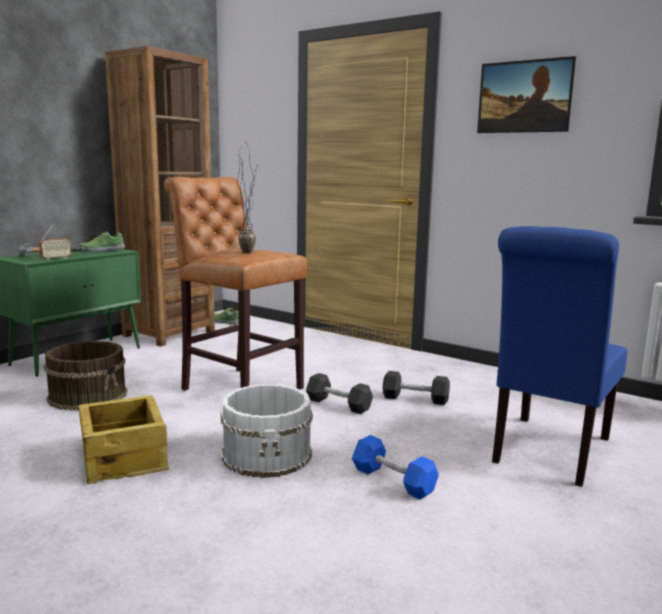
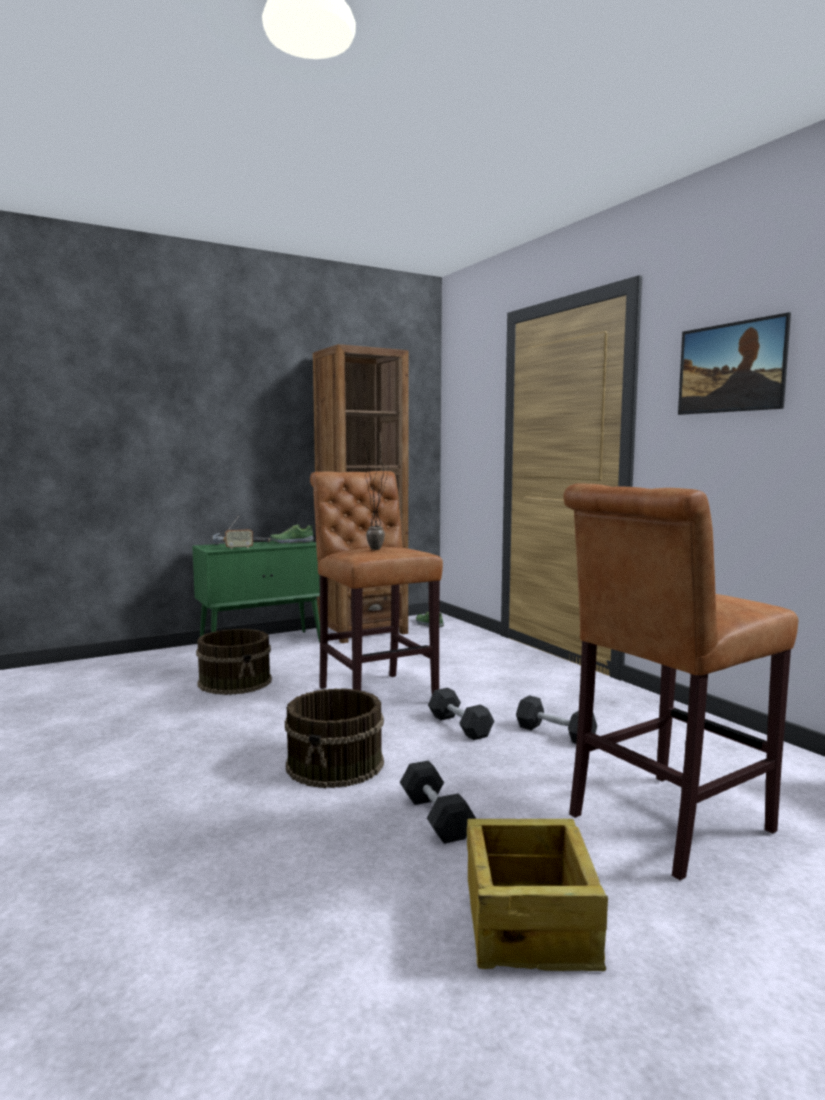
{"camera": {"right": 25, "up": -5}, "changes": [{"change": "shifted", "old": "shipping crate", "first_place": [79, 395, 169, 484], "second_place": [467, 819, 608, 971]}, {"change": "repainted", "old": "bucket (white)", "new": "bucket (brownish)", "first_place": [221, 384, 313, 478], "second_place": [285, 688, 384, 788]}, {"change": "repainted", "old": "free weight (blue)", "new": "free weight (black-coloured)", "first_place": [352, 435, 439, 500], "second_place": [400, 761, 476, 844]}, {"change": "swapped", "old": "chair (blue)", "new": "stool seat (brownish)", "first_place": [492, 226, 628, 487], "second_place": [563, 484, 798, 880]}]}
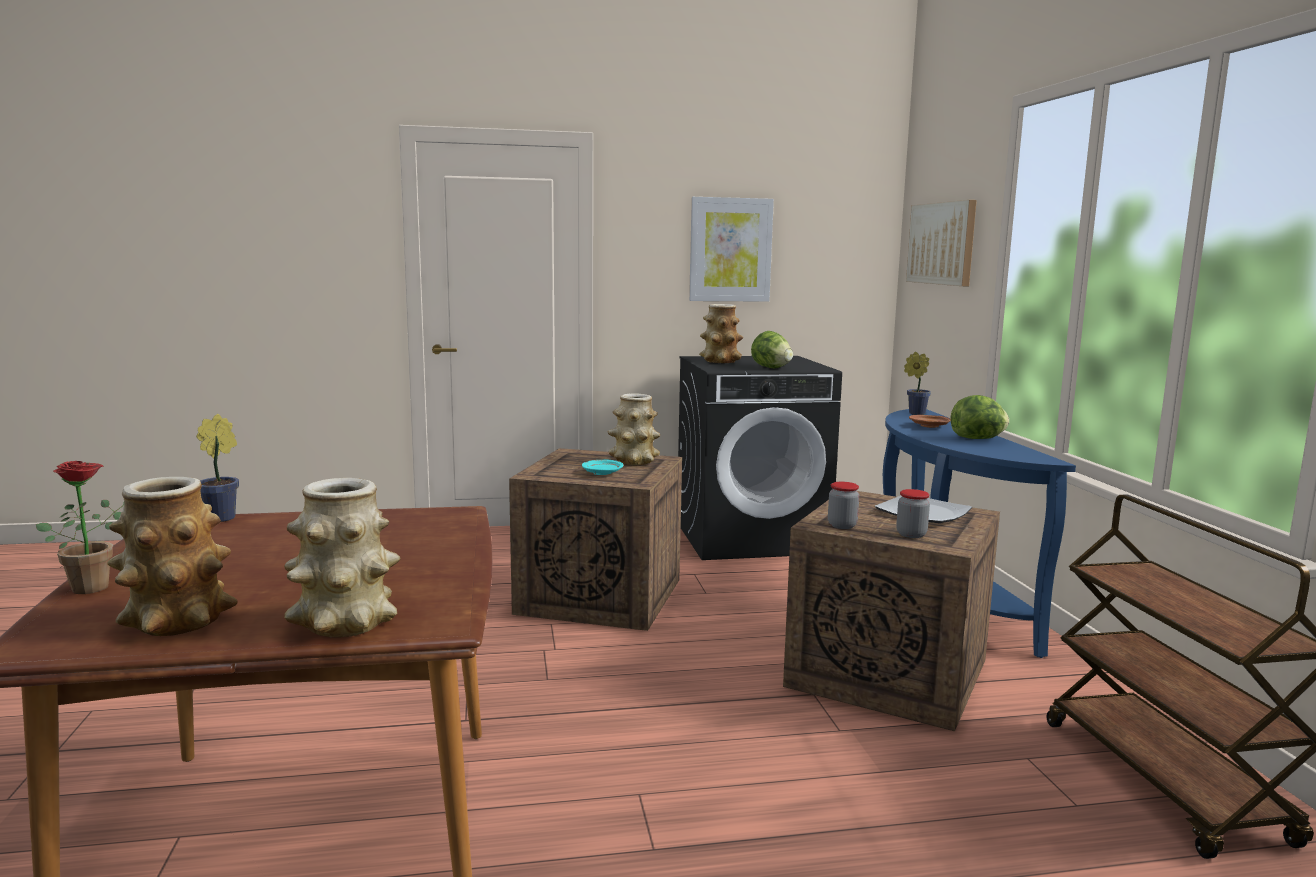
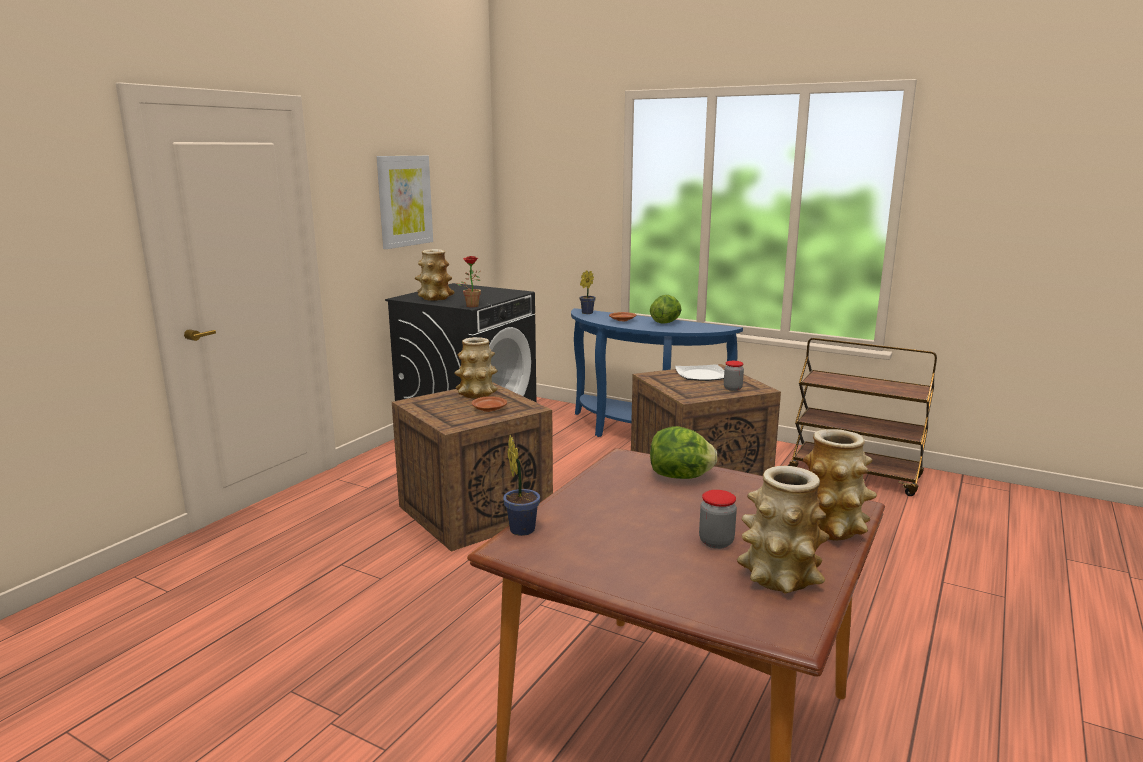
{"camera": {"right": -50, "up": 5}, "changes": [{"change": "shifted", "old": "houseplant", "first_place": [36, 461, 124, 594], "second_place": [456, 256, 481, 307]}, {"change": "repainted", "old": "plate (turquoise-coloured)", "new": "plate (brownish)", "first_place": [582, 460, 623, 475], "second_place": [472, 396, 507, 412]}, {"change": "shifted", "old": "lettuce head", "first_place": [751, 331, 793, 368], "second_place": [650, 426, 717, 479]}, {"change": "shifted", "old": "jar", "first_place": [828, 482, 859, 529], "second_place": [699, 490, 737, 549]}, {"change": "gone", "old": "wall art", "first_place": [906, 200, 977, 286]}]}
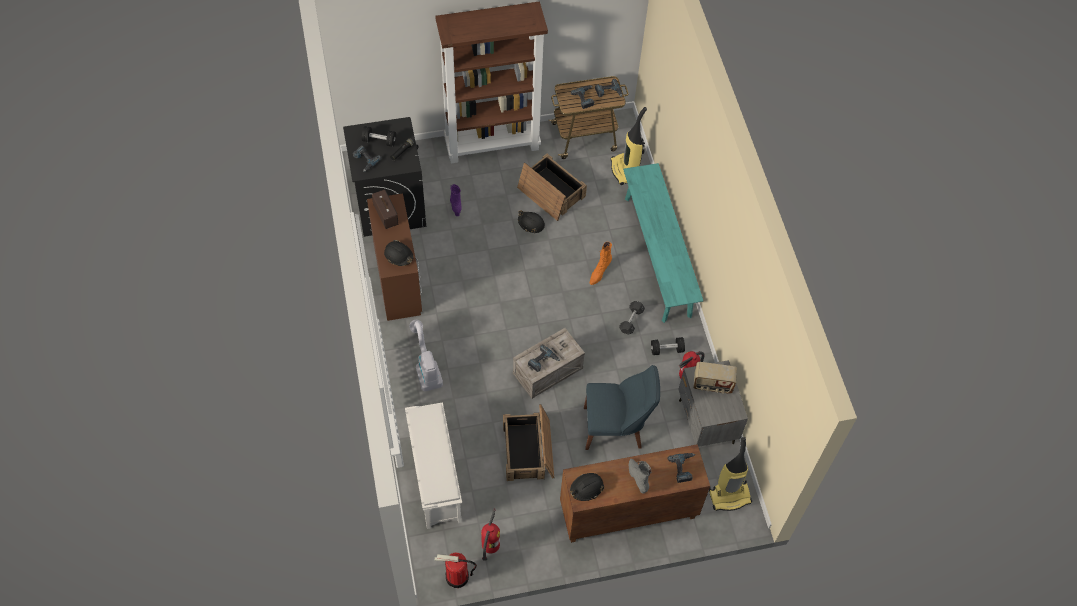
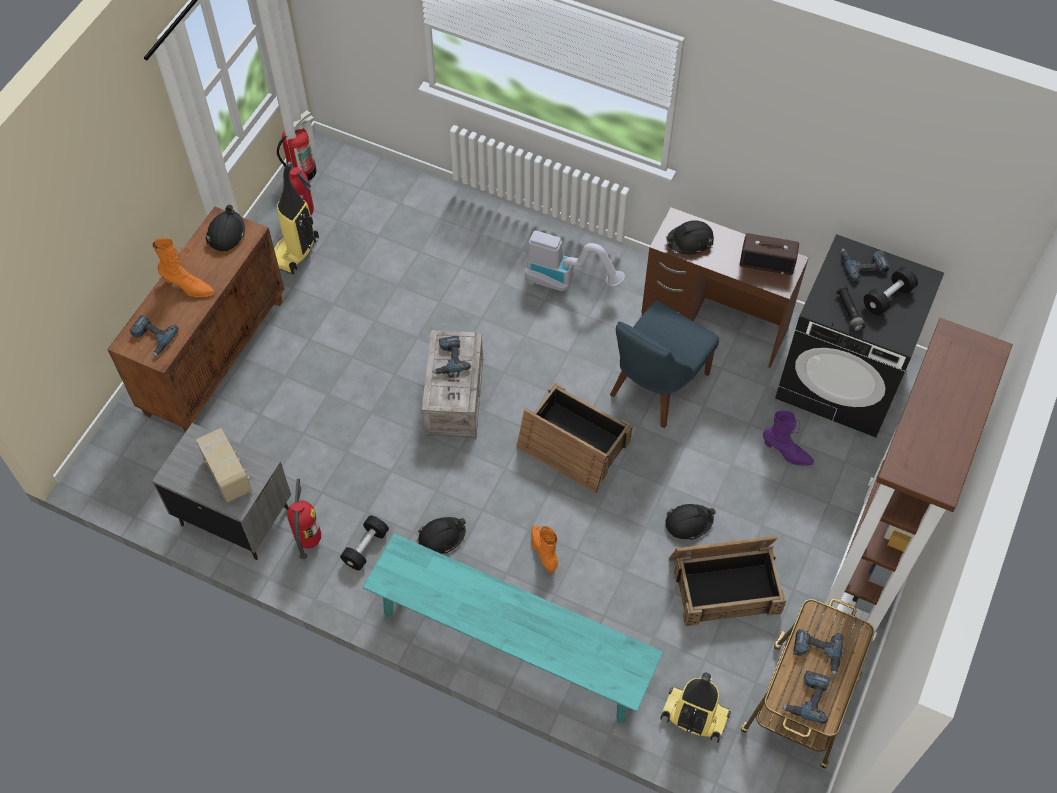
{"camera": {"right": 130, "up": 0}, "changes": [{"change": "gone", "old": "shoe stand (white)", "first_place": [405, 402, 462, 529]}, {"change": "shifted", "old": "shipping crate", "first_place": [503, 404, 554, 481], "second_place": [517, 382, 633, 493]}, {"change": "shifted", "old": "chair (blue)", "first_place": [584, 365, 660, 450], "second_place": [610, 300, 719, 428]}, {"change": "swapped", "old": "free weight (grey)", "new": "hard hat (black-coloured)", "first_place": [619, 301, 645, 335], "second_place": [418, 517, 466, 554]}, {"change": "repainted", "old": "boot (grey)", "new": "boot (orangey)", "first_place": [629, 459, 651, 493], "second_place": [152, 238, 214, 297]}, {"change": "rotated", "old": "radio set", "first_place": [693, 362, 737, 394], "second_place": [196, 427, 252, 503], "degrees": 105}, {"change": "shifted", "old": "vacuum cleaner", "first_place": [709, 437, 752, 511], "second_place": [274, 162, 319, 274]}]}
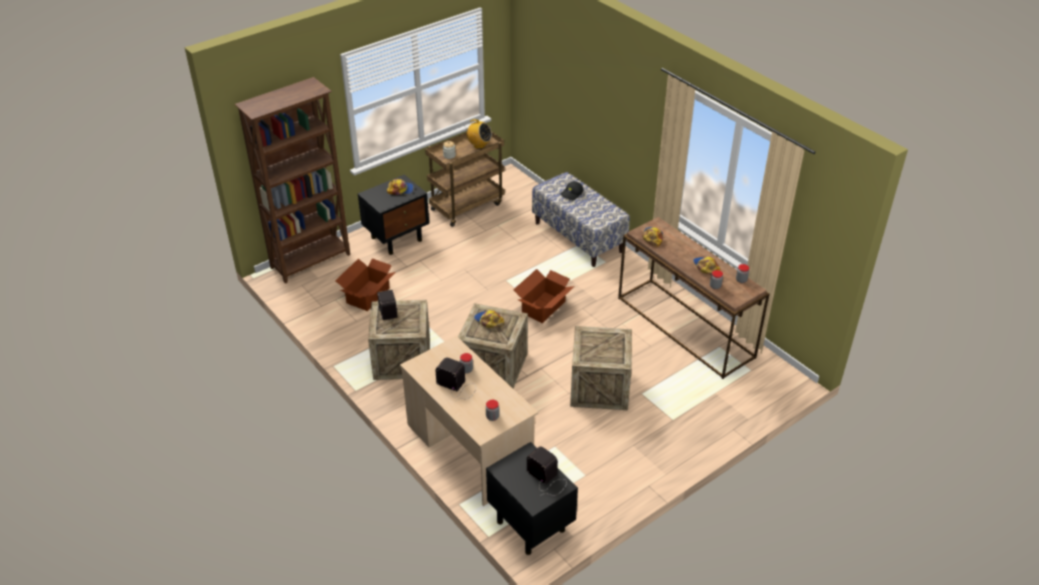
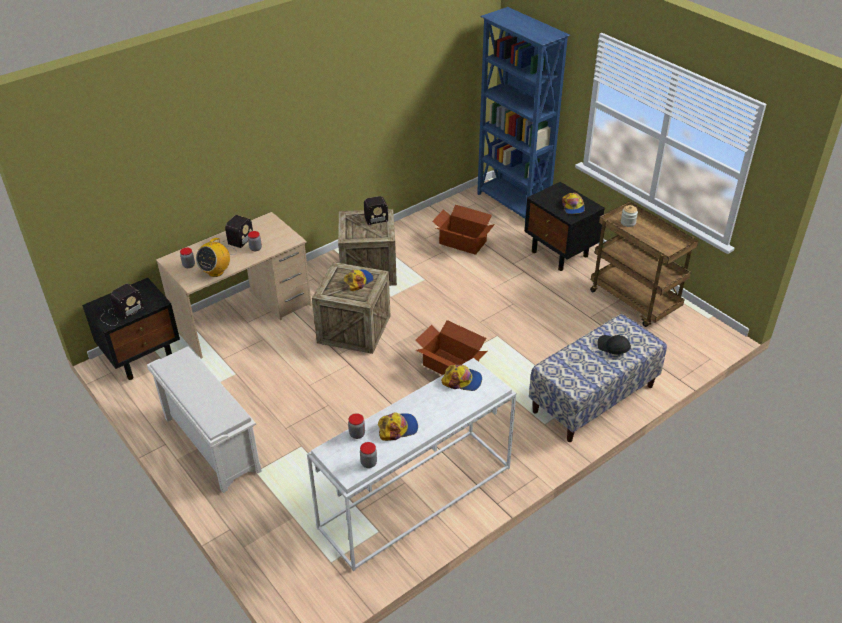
{"camera": {"right": 90, "up": 0}, "changes": [{"change": "repainted", "old": "bookshelf (brownish)", "new": "bookshelf (blue)", "first_place": [234, 77, 350, 284], "second_place": [477, 7, 570, 220]}, {"change": "shifted", "old": "radio set", "first_place": [465, 119, 492, 149], "second_place": [196, 238, 230, 277]}, {"change": "gone", "old": "shipping crate", "first_place": [570, 326, 632, 410]}, {"change": "repainted", "old": "narrow table (brownish)", "new": "narrow table (white)", "first_place": [618, 217, 770, 379], "second_place": [307, 358, 516, 571]}, {"change": "new", "new": "shoe stand (white)", "second_place": [147, 347, 262, 493]}]}
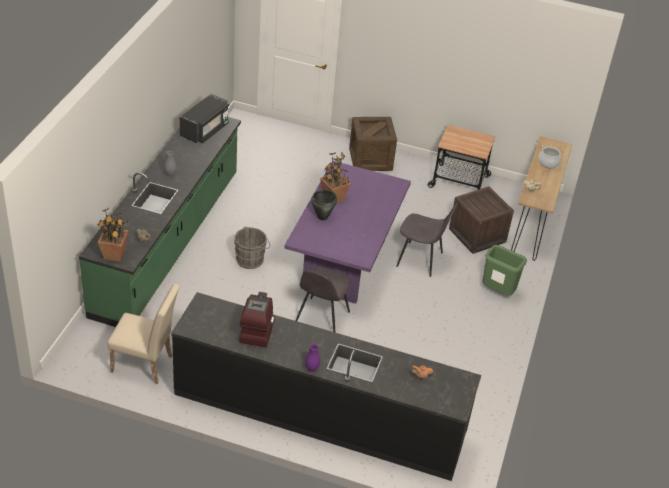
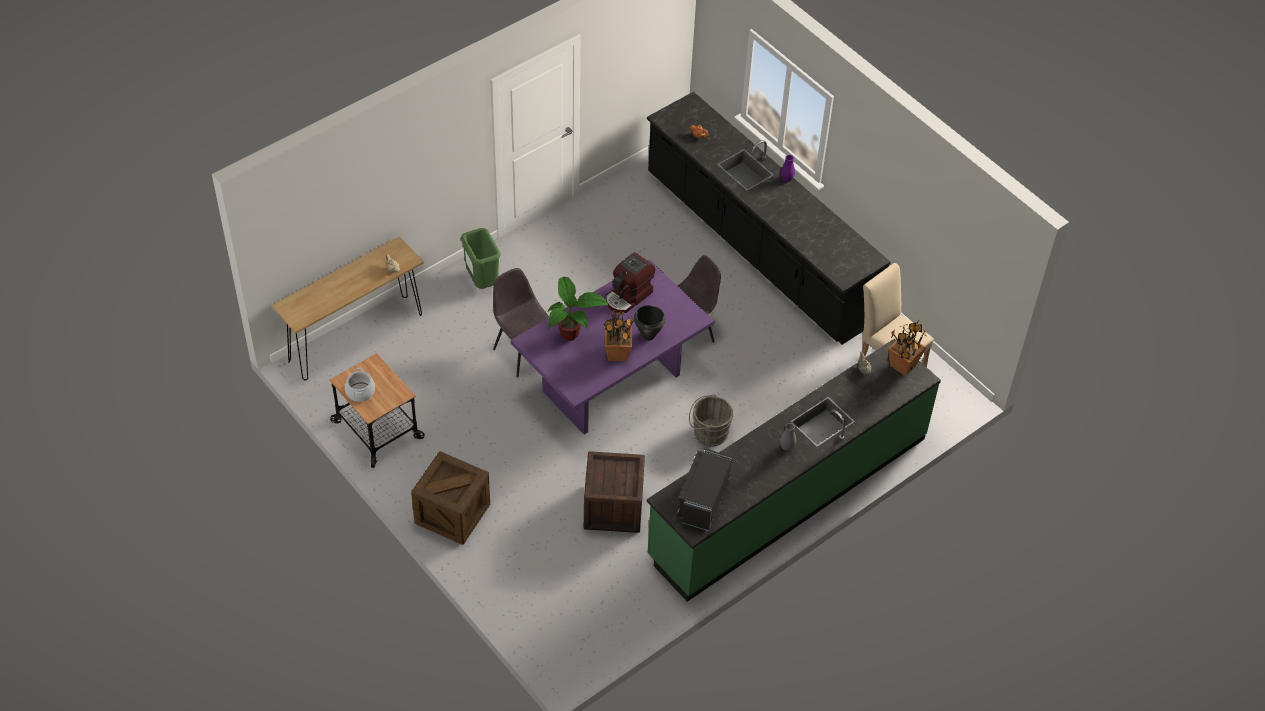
{"camera": {"right": -145, "up": 10}, "changes": [{"change": "rotated", "old": "microwave oven (black-coloured)", "first_place": [180, 94, 229, 144], "second_place": [677, 449, 733, 531], "degrees": -45}, {"change": "shifted", "old": "coffee machine", "first_place": [239, 292, 275, 348], "second_place": [606, 252, 655, 313]}, {"change": "shifted", "old": "shipping crate", "first_place": [449, 186, 514, 254], "second_place": [584, 451, 645, 533]}, {"change": "shifted", "old": "saucepot", "first_place": [538, 145, 561, 169], "second_place": [345, 368, 375, 402]}, {"change": "new", "new": "houseplant", "second_place": [548, 277, 609, 341]}]}
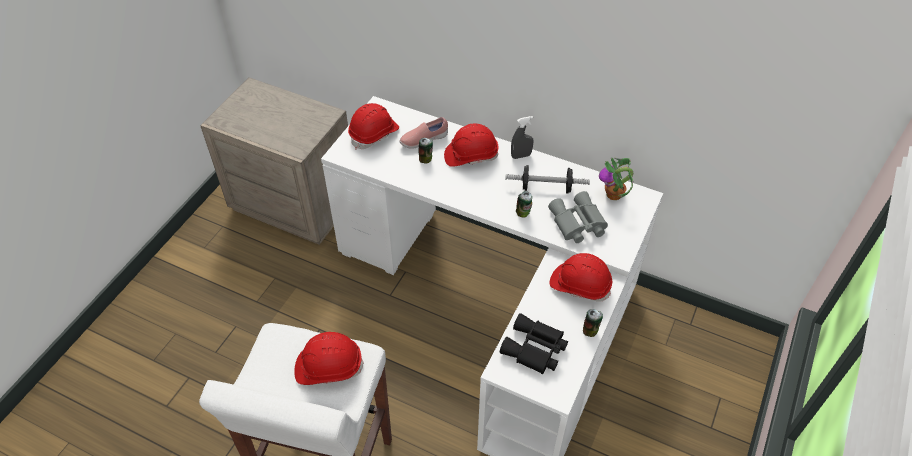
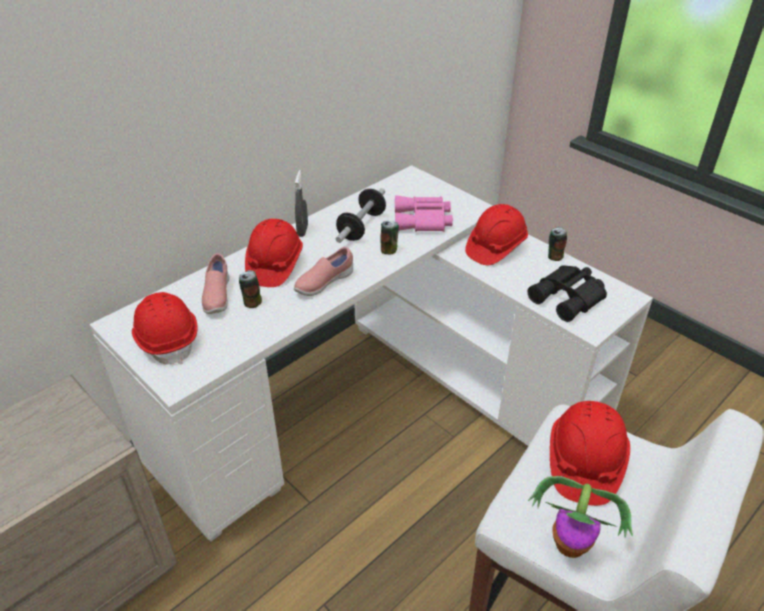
{"camera": {"right": -70, "up": -10}, "changes": [{"change": "repainted", "old": "binoculars (grey)", "new": "binoculars (pinkish)", "first_place": [548, 191, 608, 243], "second_place": [395, 195, 453, 232]}, {"change": "shifted", "old": "houseplant", "first_place": [599, 158, 633, 200], "second_place": [528, 476, 633, 558]}, {"change": "new", "new": "item of footwear (pinkish)", "second_place": [294, 247, 353, 296]}]}
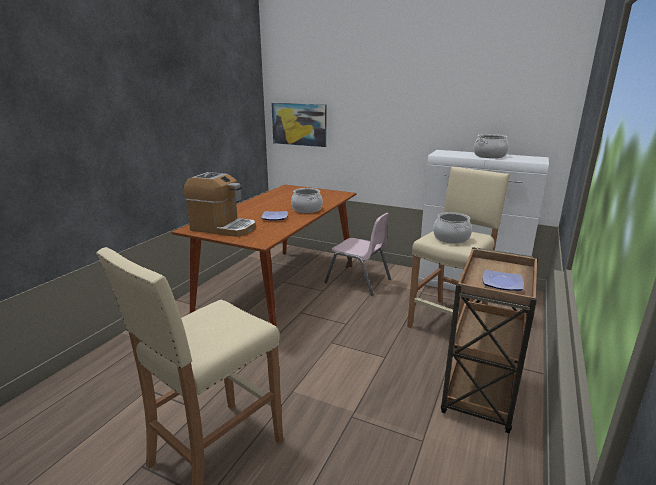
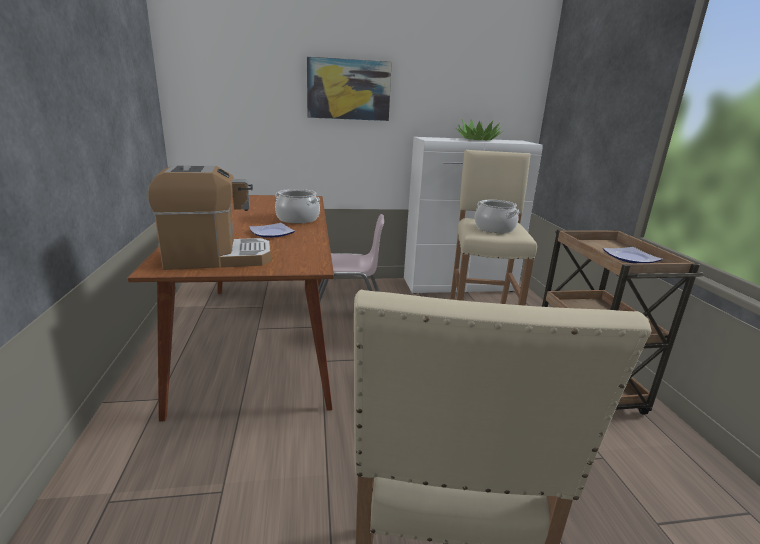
{"camera": {"right": -35, "up": 0}, "changes": [{"change": "shifted", "old": "wall art", "first_place": [271, 103, 326, 147], "second_place": [307, 57, 392, 121]}, {"change": "swapped", "old": "saucepot", "new": "houseplant", "first_place": [474, 134, 509, 158], "second_place": [456, 119, 503, 140]}]}
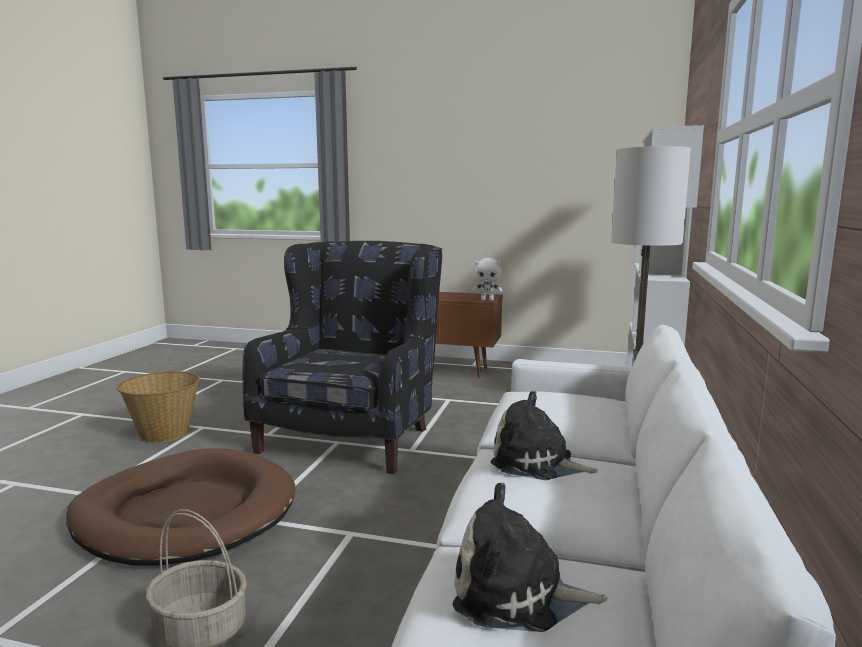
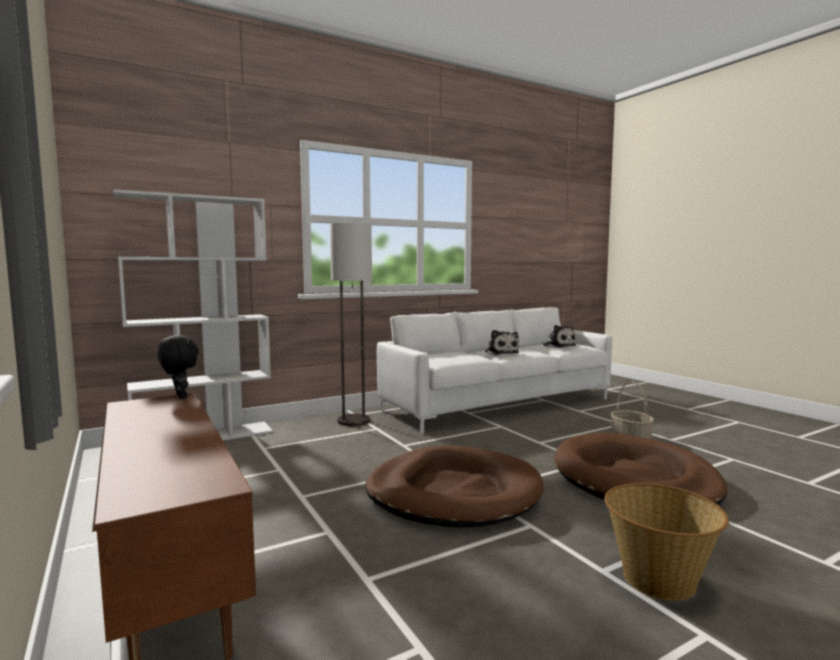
{"camera": {"right": -135, "up": -5}, "changes": [{"change": "swapped", "old": "easy chair (black-coloured)", "new": "dog bed (brownish)", "first_place": [243, 241, 442, 474], "second_place": [365, 445, 544, 528]}, {"change": "repainted", "old": "plush toy (white)", "new": "plush toy (black-coloured)", "first_place": [473, 258, 503, 301], "second_place": [157, 335, 199, 399]}]}
